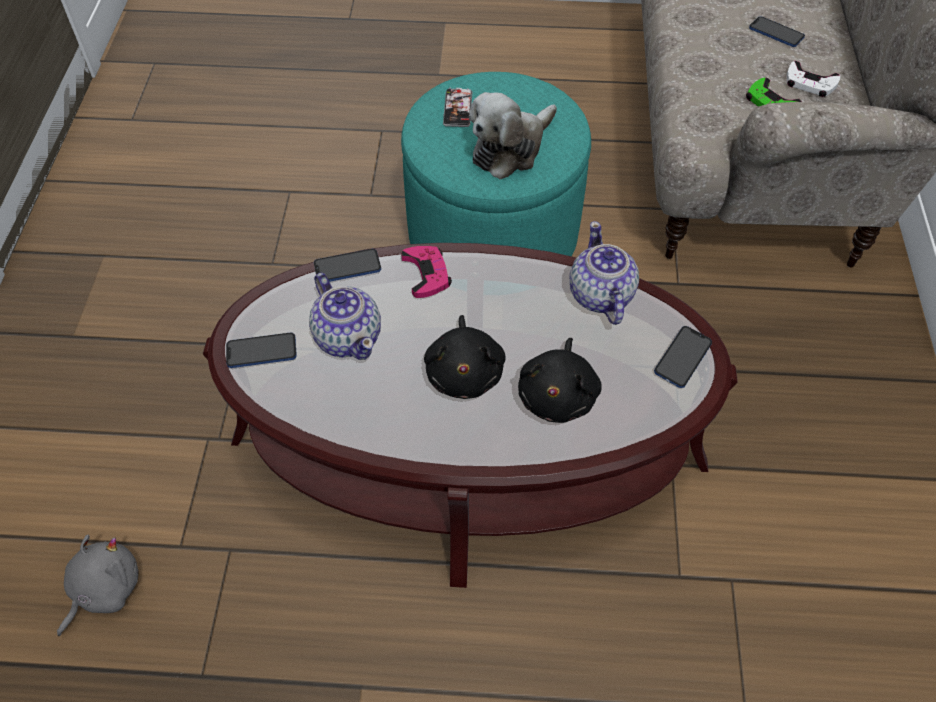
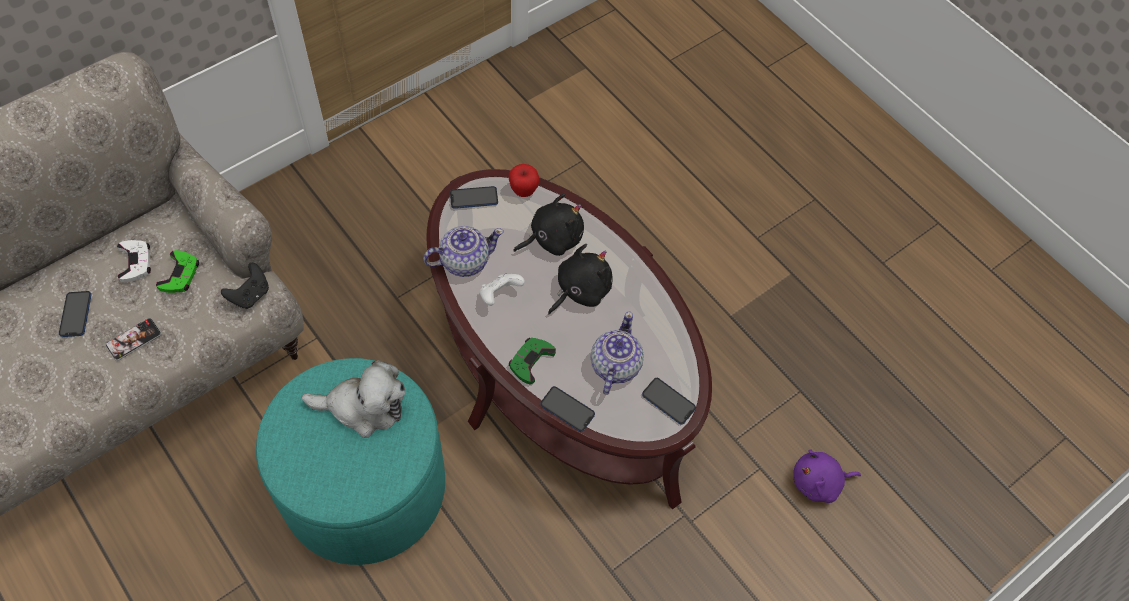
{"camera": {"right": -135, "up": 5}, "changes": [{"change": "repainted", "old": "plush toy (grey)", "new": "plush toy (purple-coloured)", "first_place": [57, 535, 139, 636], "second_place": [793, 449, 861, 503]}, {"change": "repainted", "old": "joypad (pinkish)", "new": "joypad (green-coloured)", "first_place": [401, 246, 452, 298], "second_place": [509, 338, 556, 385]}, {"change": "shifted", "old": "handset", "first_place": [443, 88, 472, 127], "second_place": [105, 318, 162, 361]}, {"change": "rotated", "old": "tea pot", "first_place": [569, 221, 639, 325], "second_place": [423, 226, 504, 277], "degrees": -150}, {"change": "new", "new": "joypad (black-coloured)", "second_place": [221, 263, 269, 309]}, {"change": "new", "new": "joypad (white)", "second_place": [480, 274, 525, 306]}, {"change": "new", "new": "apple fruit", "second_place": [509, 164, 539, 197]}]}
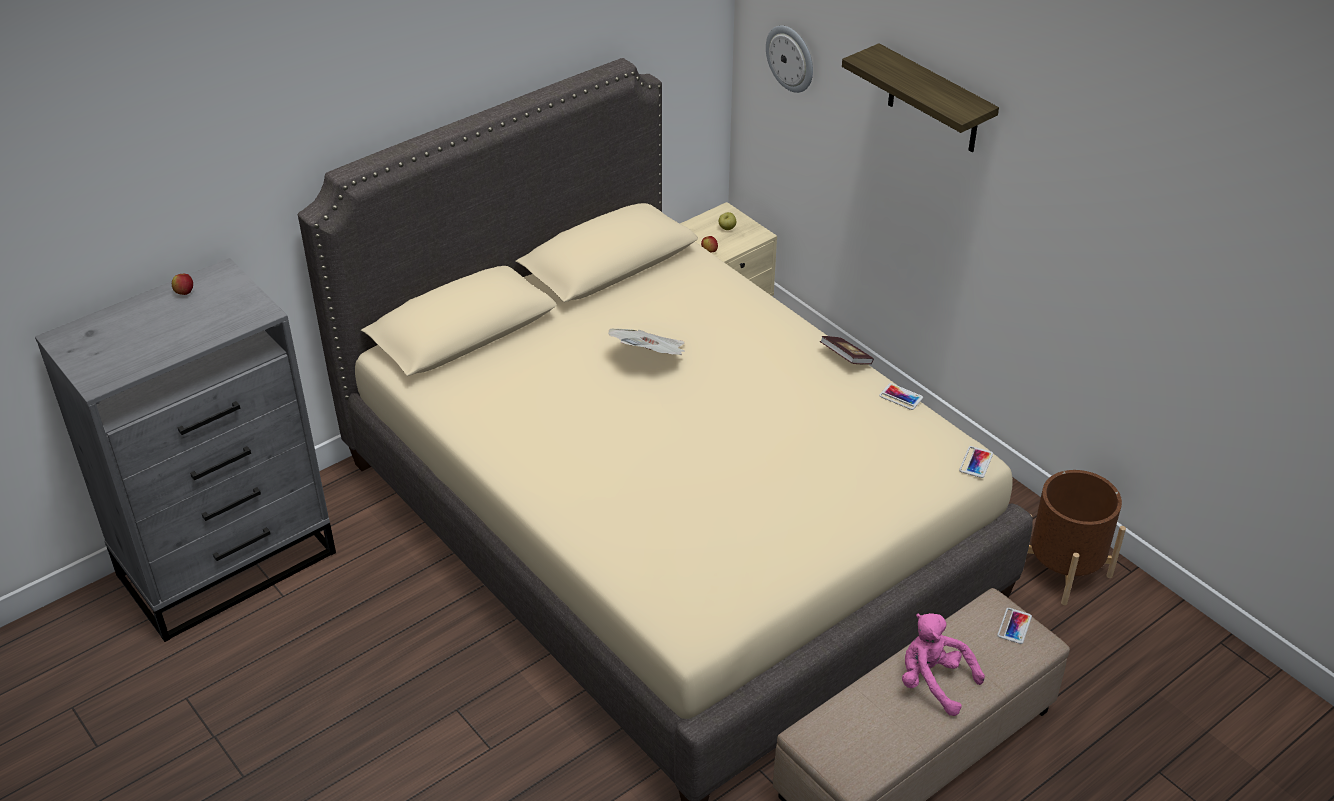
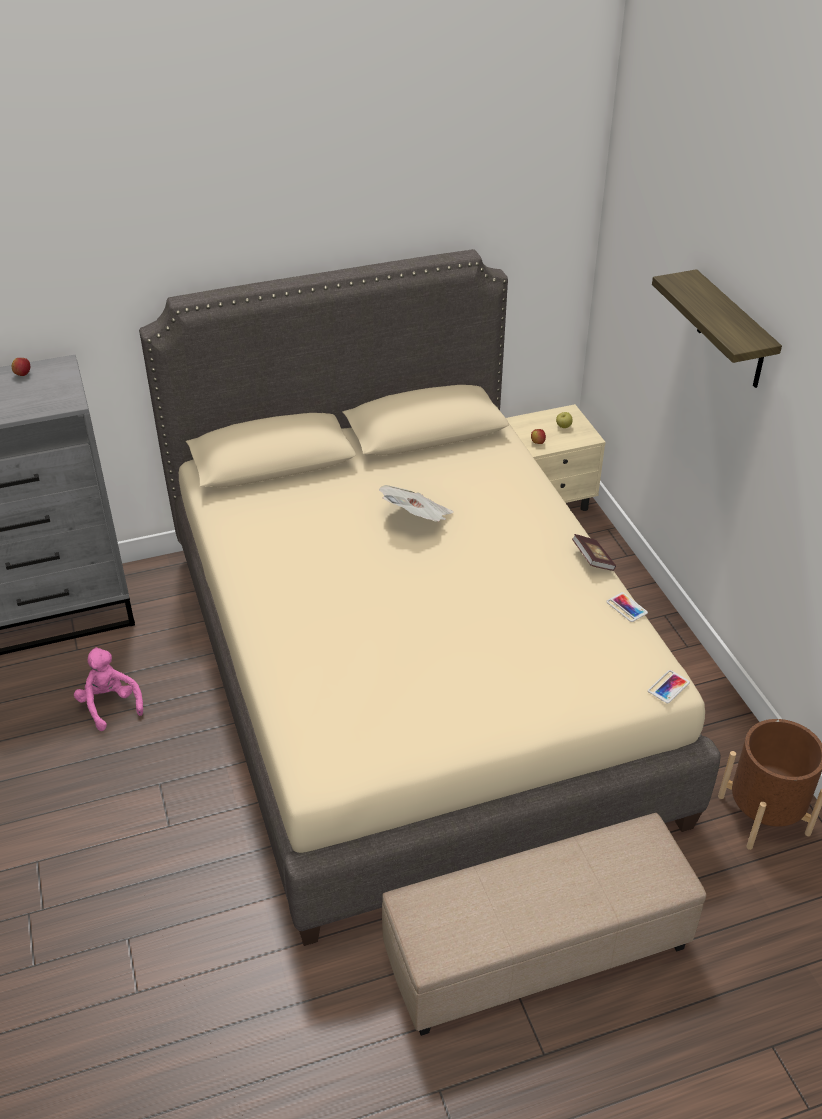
{"camera": {"right": 20, "up": 0}, "changes": [{"change": "gone", "old": "hanging clock", "first_place": [766, 25, 813, 93]}, {"change": "shifted", "old": "plush toy (pinkish)", "first_place": [902, 613, 985, 716], "second_place": [74, 647, 143, 731]}, {"change": "gone", "old": "handset", "first_place": [997, 608, 1032, 644]}]}
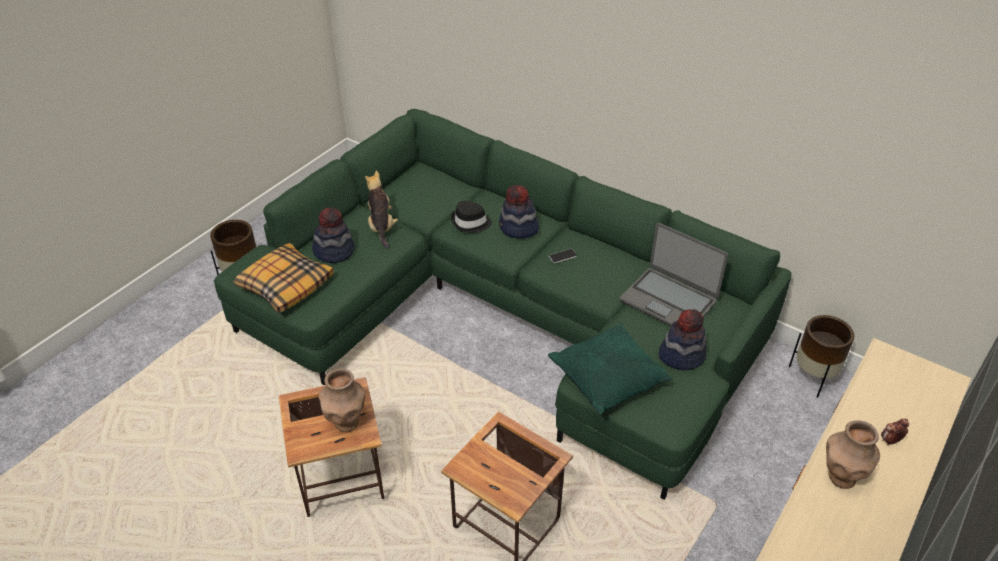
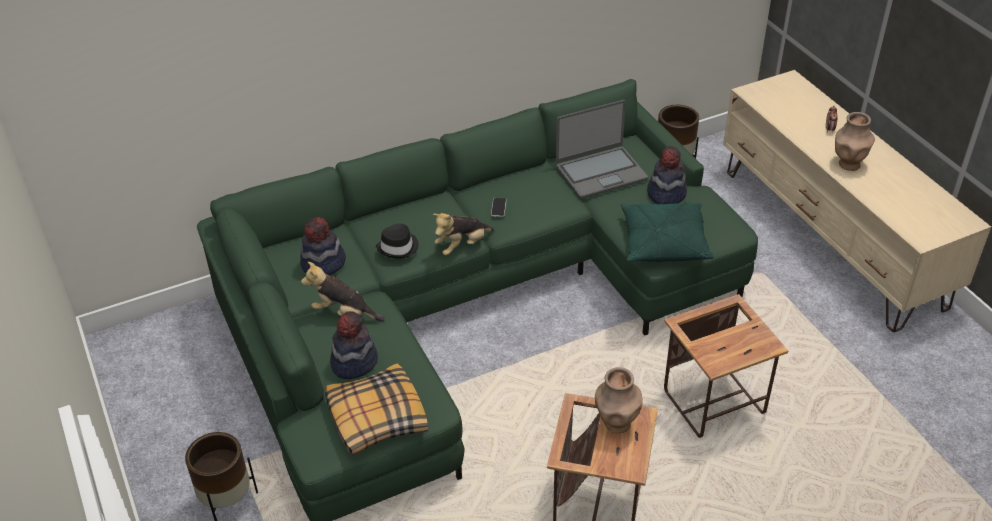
{"camera": {"right": -60, "up": 0}, "changes": [{"change": "shifted", "old": "hat", "first_place": [499, 184, 539, 239], "second_place": [300, 217, 346, 275]}, {"change": "new", "new": "plush toy", "second_place": [433, 213, 494, 255]}]}
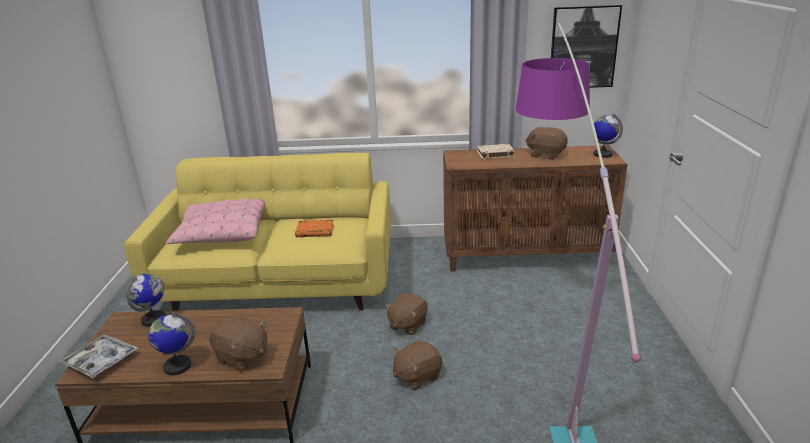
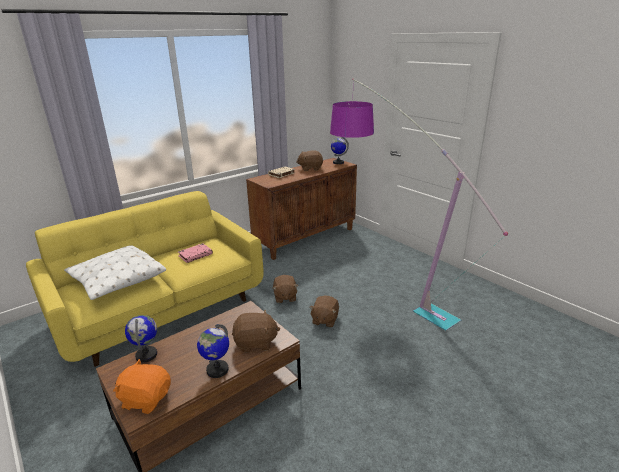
{"camera": {"right": -40, "up": 0}, "changes": [{"change": "swapped", "old": "tray", "new": "plush toy (orangey)", "first_place": [59, 335, 138, 378], "second_place": [113, 359, 171, 414]}, {"change": "repainted", "old": "throw pillow (pinkish)", "new": "throw pillow (white)", "first_place": [166, 199, 265, 244], "second_place": [64, 245, 166, 300]}, {"change": "repainted", "old": "book (orangey)", "new": "book (pinkish)", "first_place": [295, 219, 334, 237], "second_place": [178, 243, 213, 263]}, {"change": "gone", "old": "wall art", "first_place": [551, 5, 622, 88]}]}
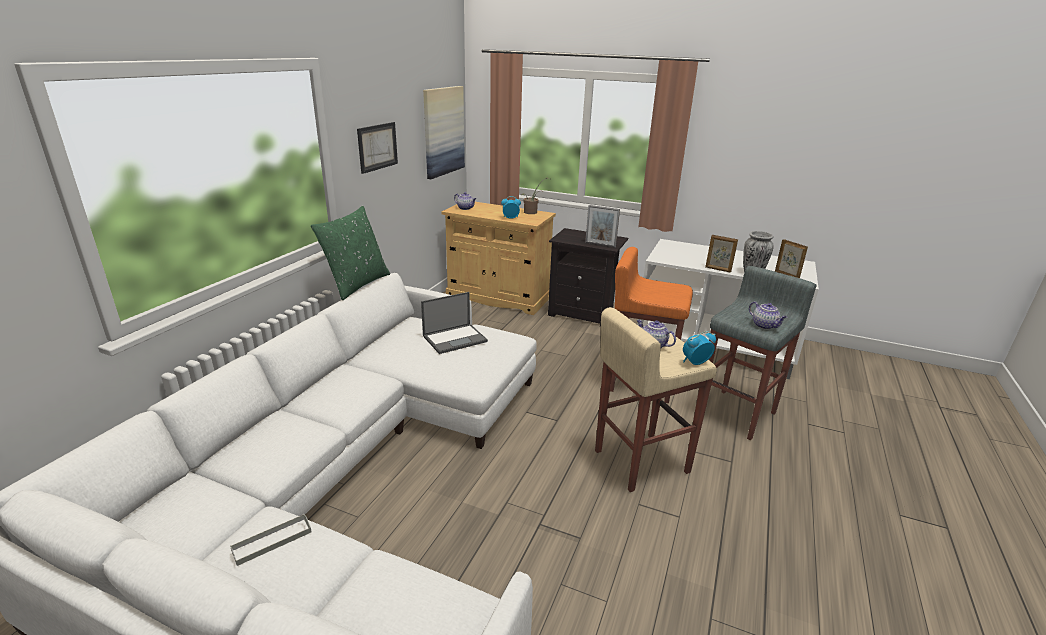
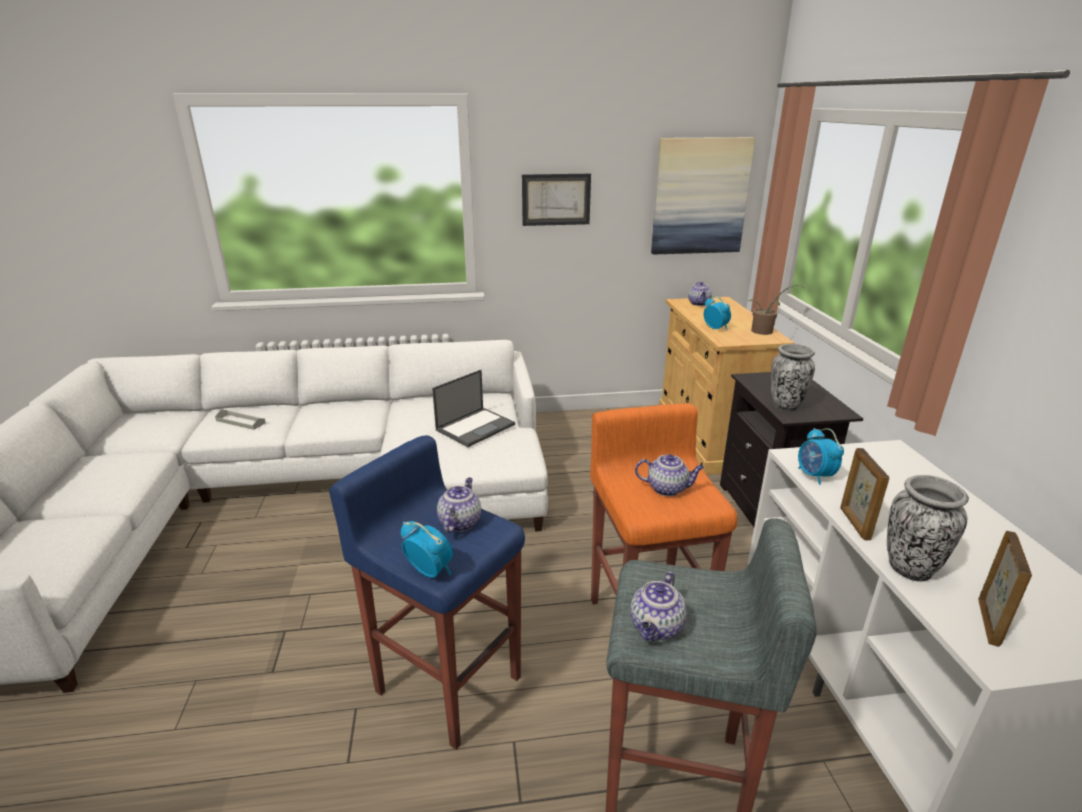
{"camera": {"right": 60, "up": 0}, "changes": [{"change": "shifted", "old": "tray (grey)", "first_place": [230, 514, 312, 566], "second_place": [215, 410, 266, 430]}, {"change": "gone", "old": "throw pillow (green-coloured)", "first_place": [311, 206, 390, 300]}, {"change": "rotated", "old": "laptop", "first_place": [421, 292, 488, 354], "second_place": [432, 370, 515, 447], "degrees": -75}, {"change": "swapped", "old": "standing frame", "new": "vase", "first_place": [585, 205, 620, 247], "second_place": [771, 344, 815, 411]}, {"change": "repainted", "old": "stool seat (beige-coloured)", "new": "stool seat (blue)", "first_place": [595, 307, 717, 492], "second_place": [329, 435, 525, 750]}, {"change": "new", "new": "tea pot", "second_place": [635, 454, 704, 496]}, {"change": "new", "new": "bedside clock", "second_place": [798, 428, 844, 485]}]}
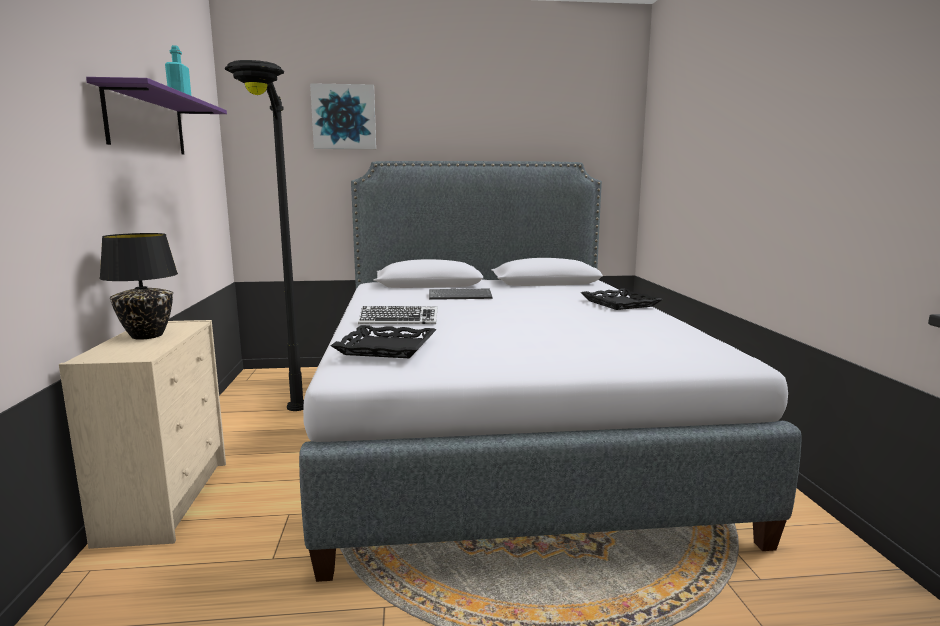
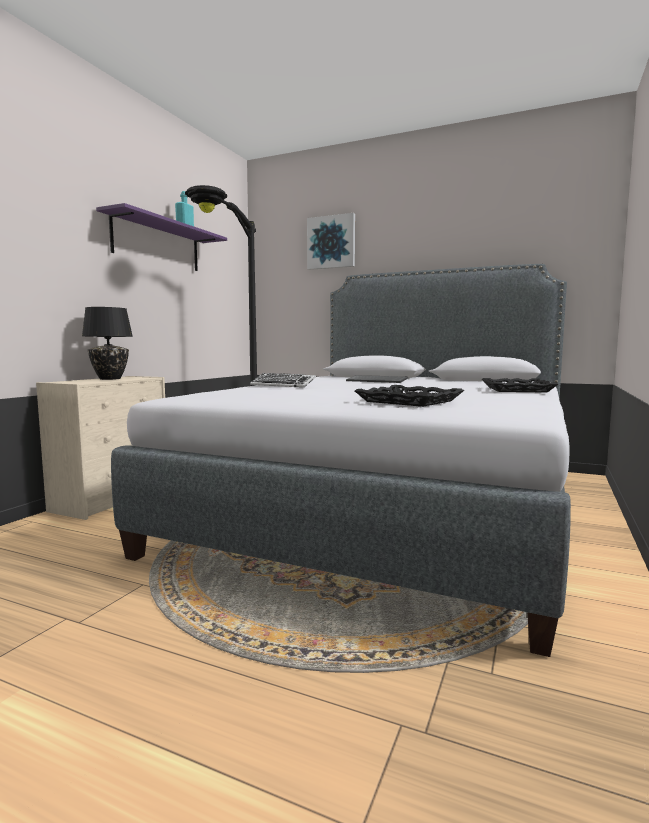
{"camera": {"right": 30, "up": -5}, "changes": [{"change": "shifted", "old": "tray (black-coloured)", "first_place": [331, 325, 436, 358], "second_place": [355, 385, 464, 407]}]}
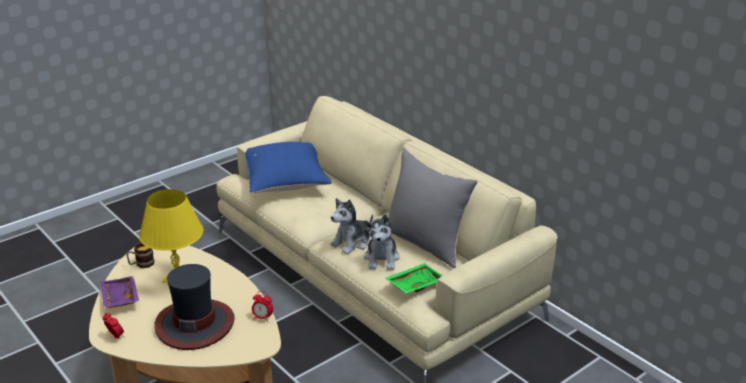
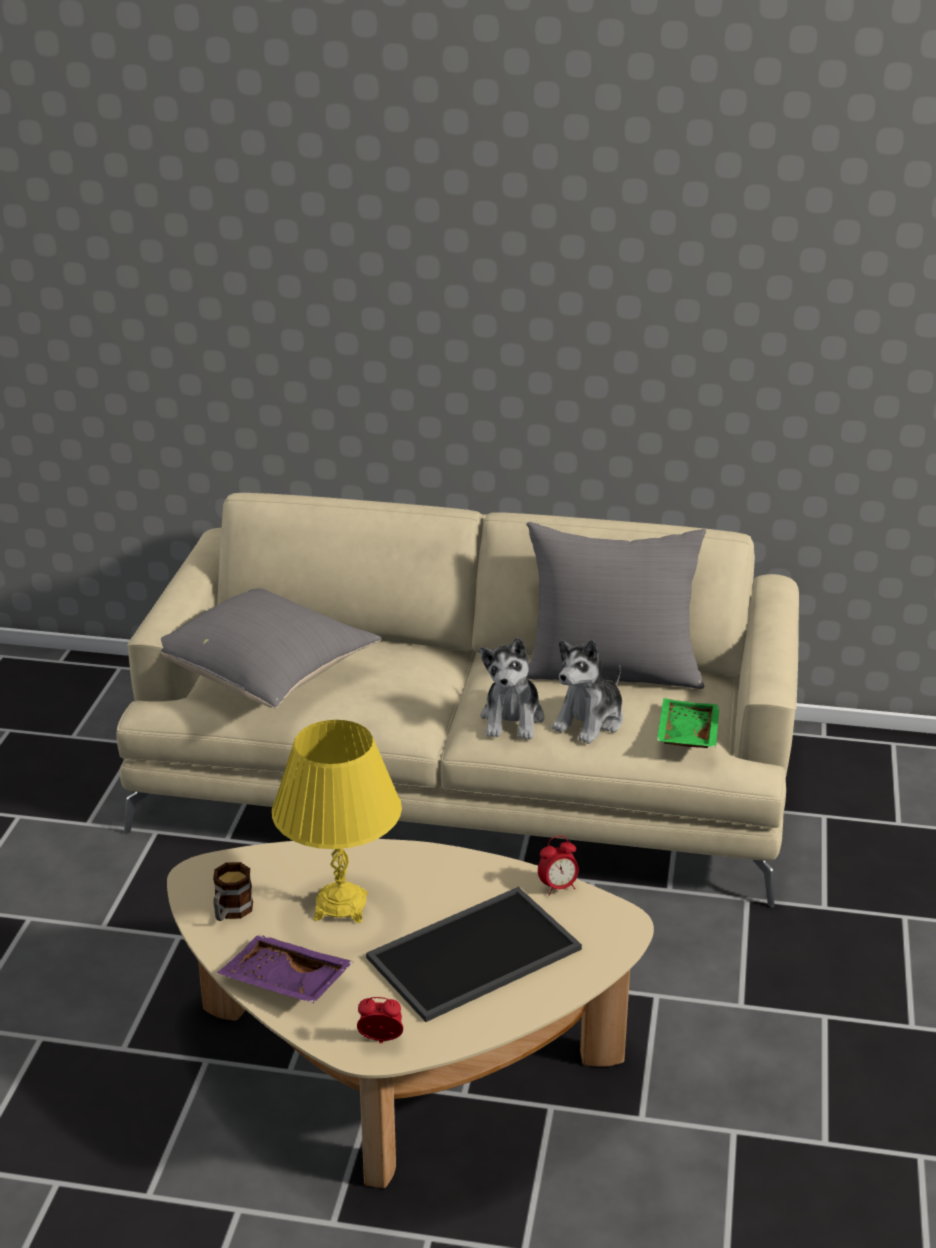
{"camera": {"right": -40, "up": 0}, "changes": [{"change": "swapped", "old": "hat", "new": "tray", "first_place": [154, 264, 235, 350], "second_place": [366, 887, 582, 1022]}, {"change": "repainted", "old": "throw pillow (blue)", "new": "throw pillow (grey)", "first_place": [245, 142, 332, 193], "second_place": [161, 588, 382, 709]}, {"change": "rotated", "old": "plush toy", "first_place": [363, 214, 400, 270], "second_place": [552, 640, 623, 744], "degrees": 75}]}
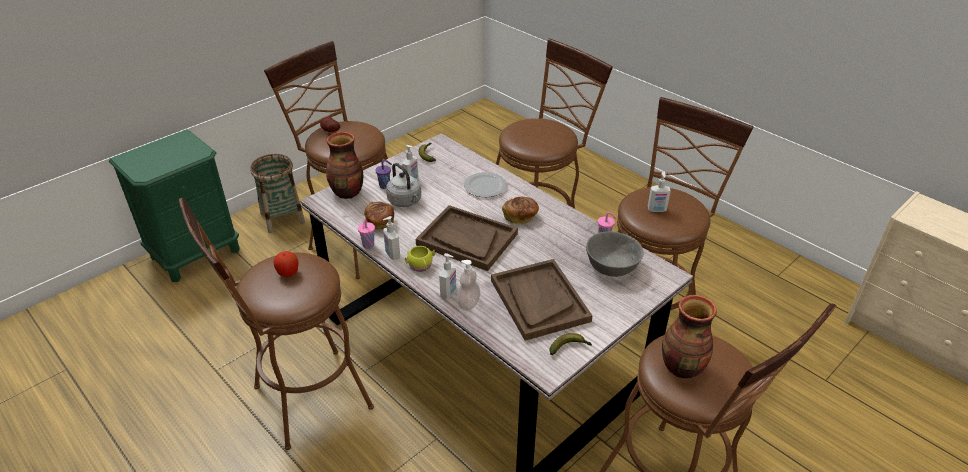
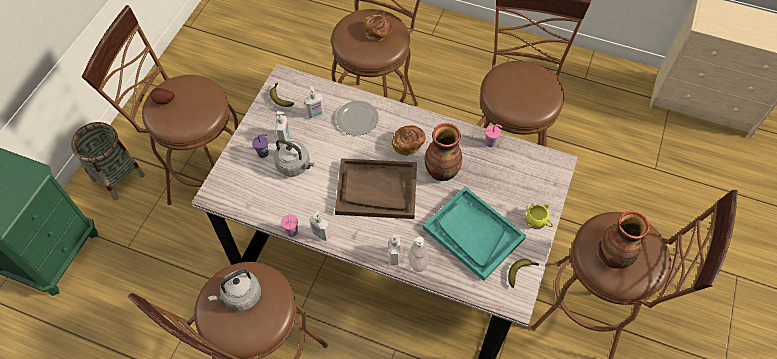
{"camera": {"right": -25, "up": 20}, "changes": [{"change": "swapped", "old": "apple fruit", "new": "kettle (grey)", "first_place": [274, 251, 299, 277], "second_place": [208, 269, 261, 311]}, {"change": "shifted", "old": "vase", "first_place": [326, 132, 363, 199], "second_place": [425, 123, 462, 181]}, {"change": "shifted", "old": "bakery bread", "first_place": [364, 202, 394, 230], "second_place": [364, 15, 392, 41]}, {"change": "shifted", "old": "coffee mug (yellow)", "first_place": [405, 246, 435, 272], "second_place": [524, 203, 553, 229]}, {"change": "repainted", "old": "tray (brownish)", "new": "tray (turquoise-coloured)", "first_place": [491, 259, 593, 341], "second_place": [423, 186, 526, 281]}, {"change": "gone", "old": "serving bowl (grey)", "first_place": [586, 231, 644, 277]}, {"change": "shifted", "old": "soap bottle", "first_place": [647, 172, 671, 212], "second_place": [304, 86, 325, 118]}]}
